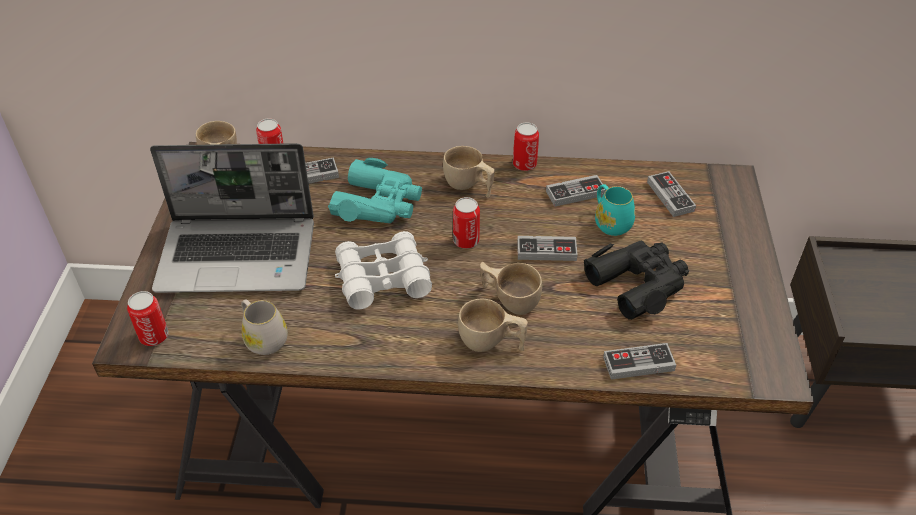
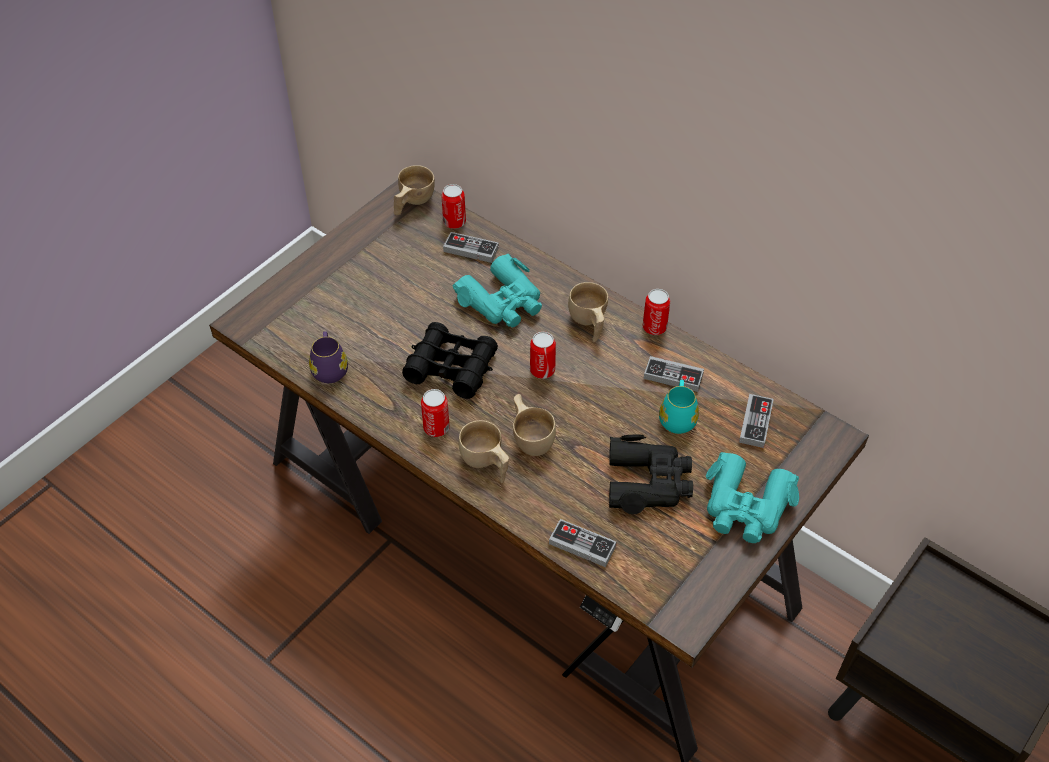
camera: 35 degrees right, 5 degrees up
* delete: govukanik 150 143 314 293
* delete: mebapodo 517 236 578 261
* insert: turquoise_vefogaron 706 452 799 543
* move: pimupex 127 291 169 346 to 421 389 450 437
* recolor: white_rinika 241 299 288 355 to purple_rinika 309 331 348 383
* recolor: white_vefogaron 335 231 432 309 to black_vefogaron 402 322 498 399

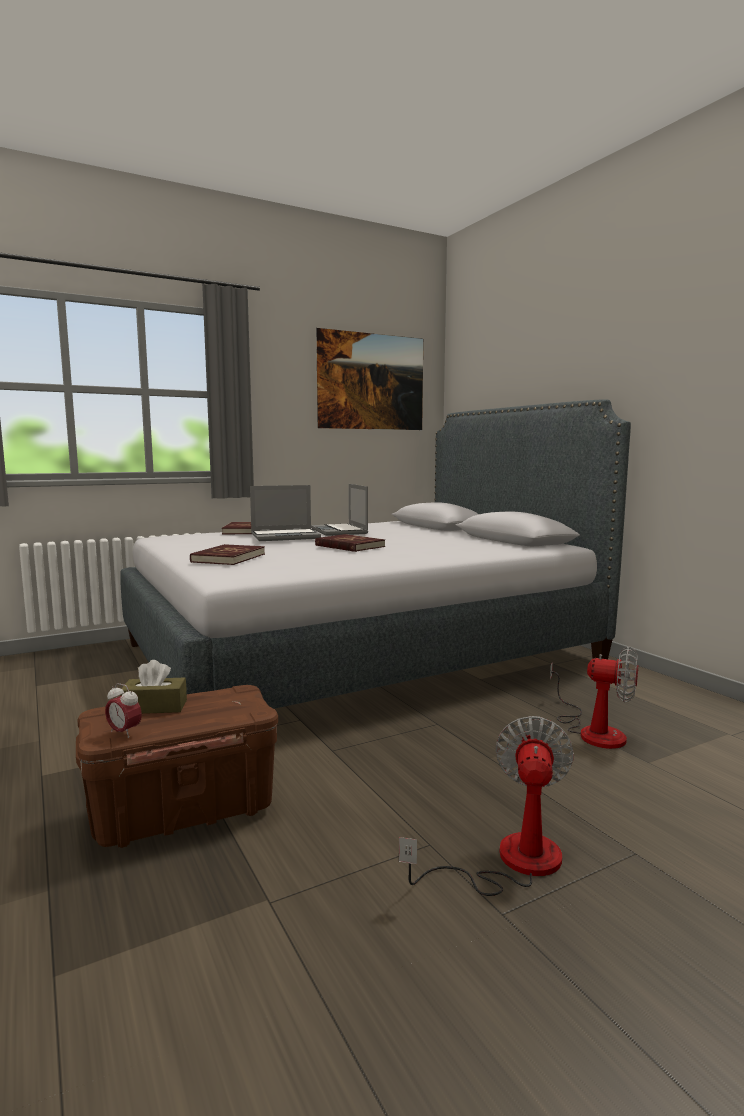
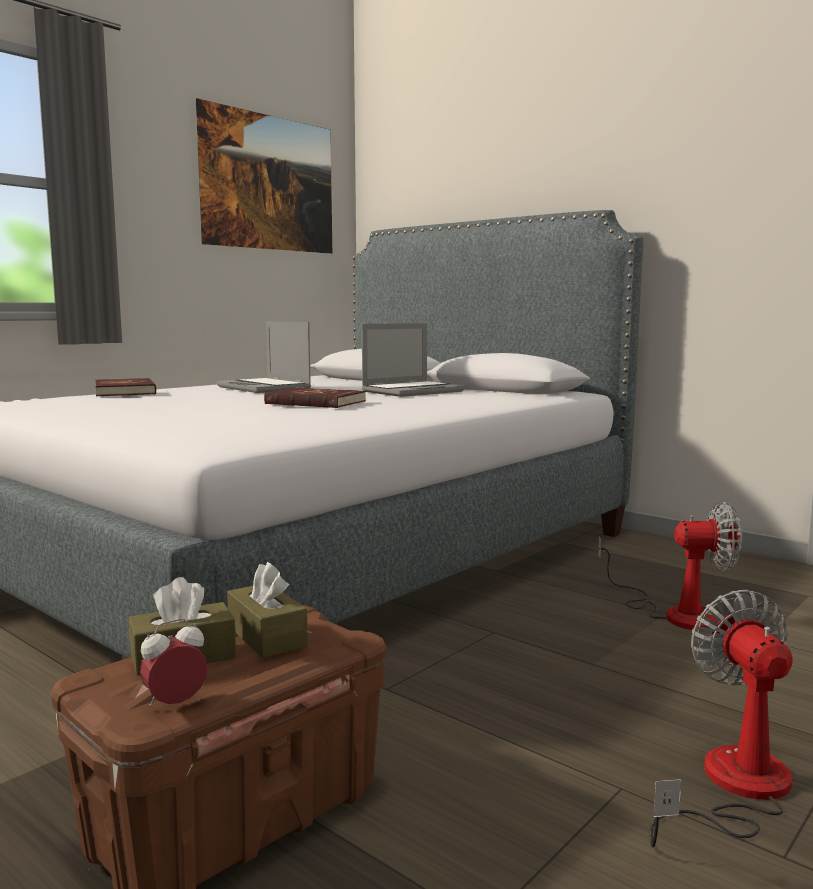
camera: 20 degrees left, 0 degrees up
* delete: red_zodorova 190 544 265 565
* insert: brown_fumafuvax 227 562 308 658
* move: govukanik 250 485 321 541 to 362 323 465 397
* rotate: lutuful 105 683 142 738 = 140 619 208 706 135 degrees clockwise

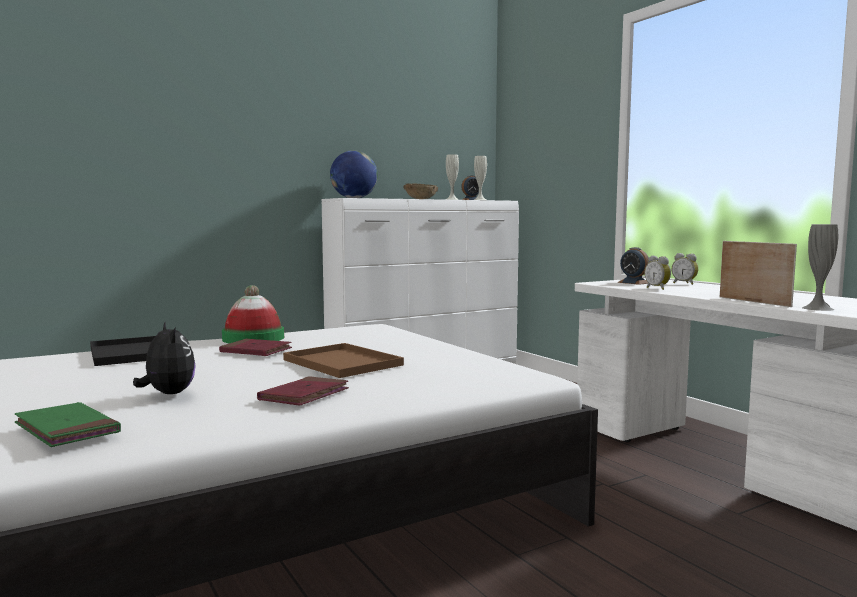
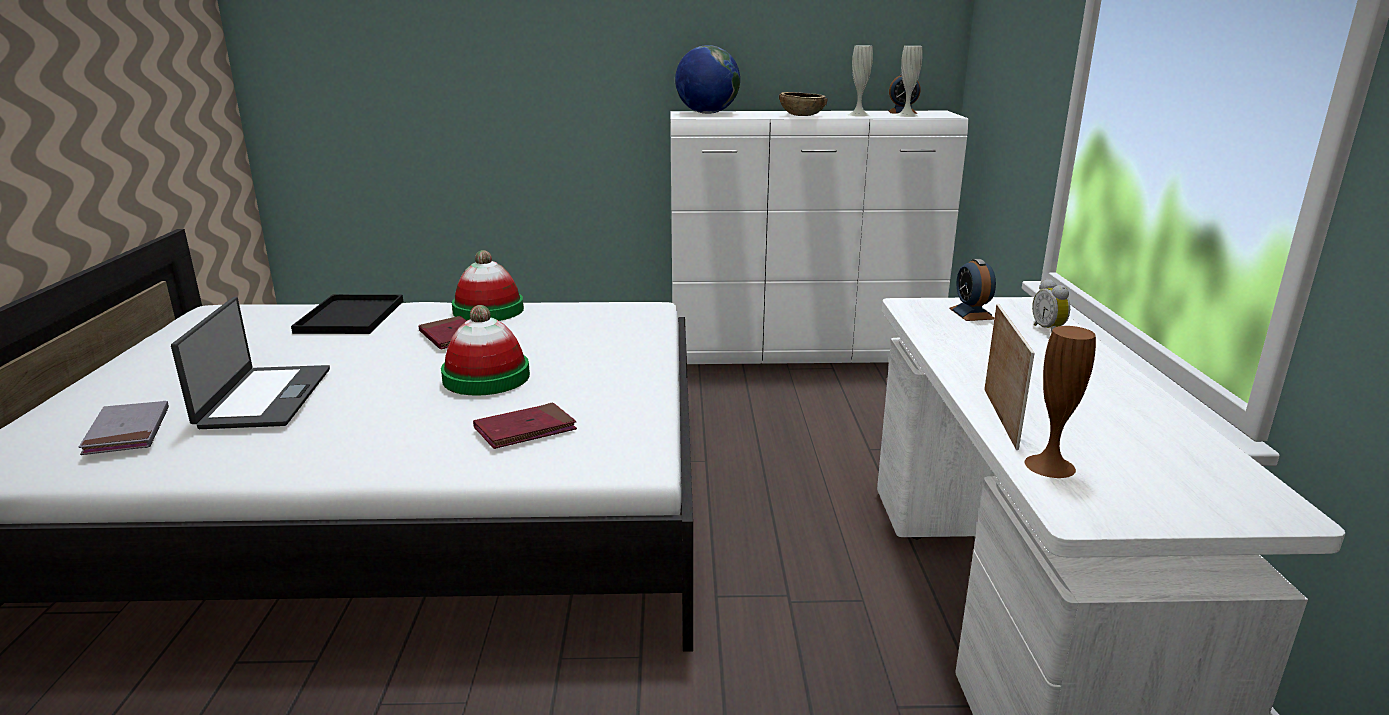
camera: 30 degrees right, 15 degrees up
* delete: lutuful 644 256 671 290
* move: red_zodorova 257 376 349 406 to 473 403 577 449
* replace: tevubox 133 323 196 394 to govukanik 171 297 330 429
* replace: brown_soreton 283 343 404 378 to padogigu 441 305 530 396
* recolor: green_zodorova 15 402 121 447 to grey_zodorova 79 401 169 455
* recolor: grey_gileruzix 802 224 838 311 to brown_gileruzix 1024 326 1096 478

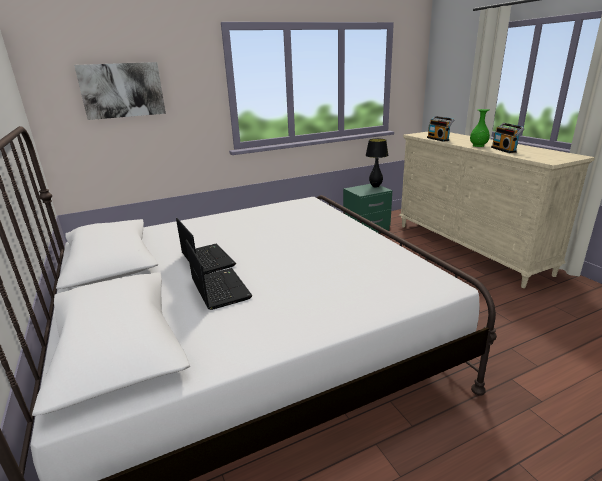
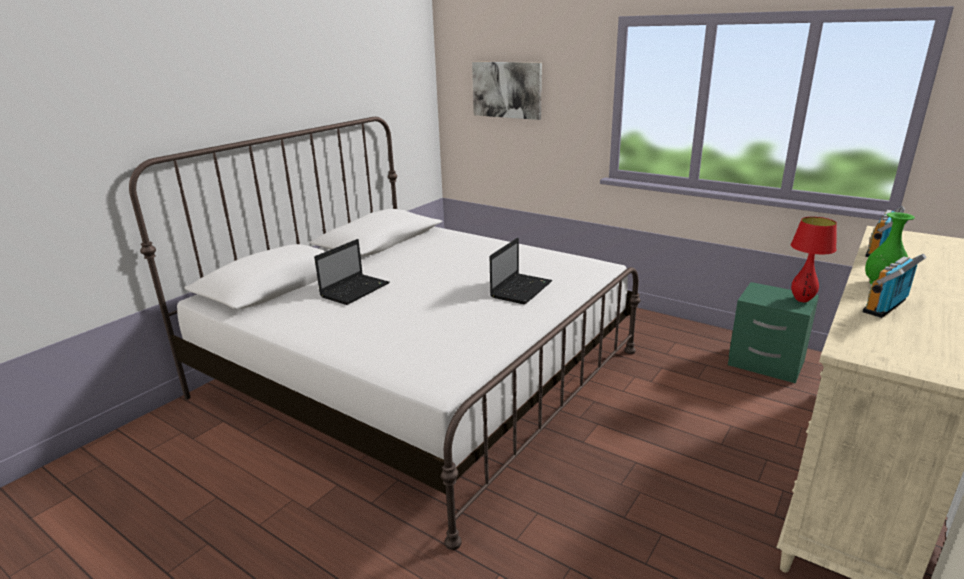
camera: 60 degrees right, 0 degrees up
* move: govukanik 176 218 236 275 to 490 238 552 304
* recolor: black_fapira 365 139 389 188 to red_fapira 791 217 837 302

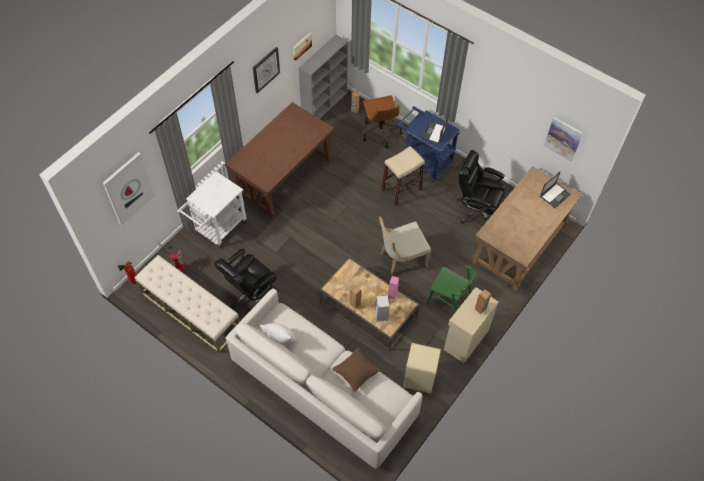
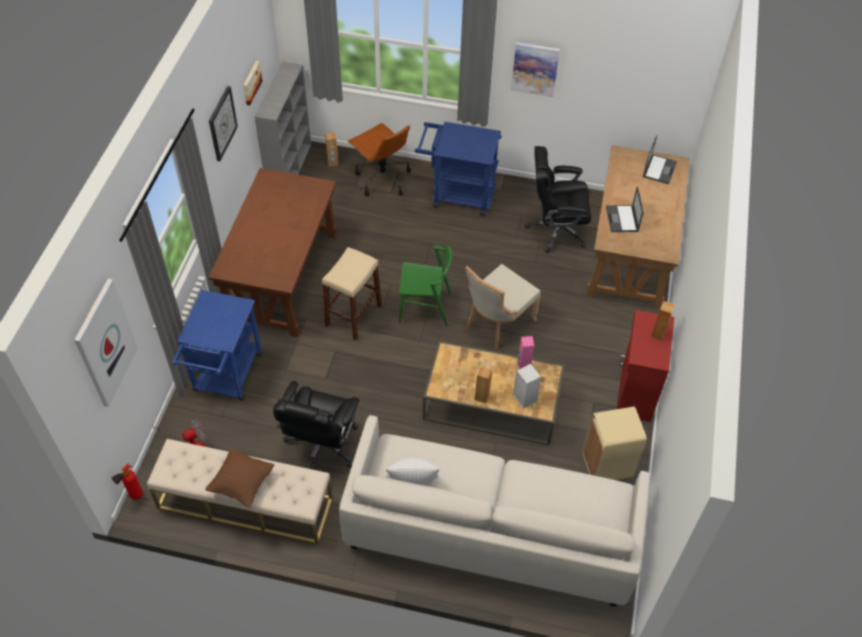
camera: 25 degrees left, 5 degrees down
* move: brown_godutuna 333 348 380 392 to 205 448 275 507
* move: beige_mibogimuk 381 146 425 206 to 322 247 382 340
* move: govukanik 422 114 449 144 to 606 186 644 232
* move: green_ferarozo 426 265 476 312 to 399 246 452 326
* move: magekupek 544 117 583 161 to 511 42 560 97
* recolor: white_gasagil 177 171 247 248 to blue_gasagil 172 290 263 401
* recolor: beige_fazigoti 444 287 498 363 to red_fazigoti 617 310 674 422

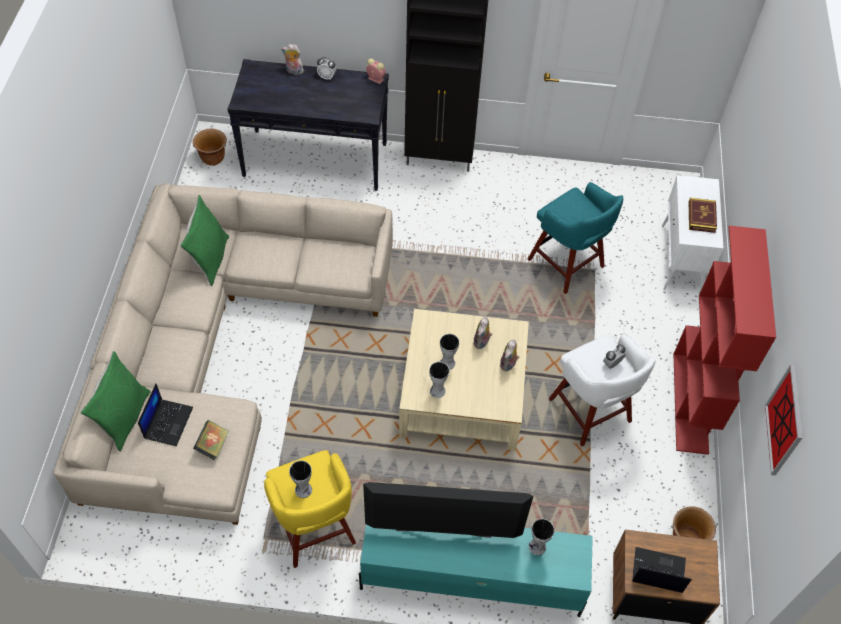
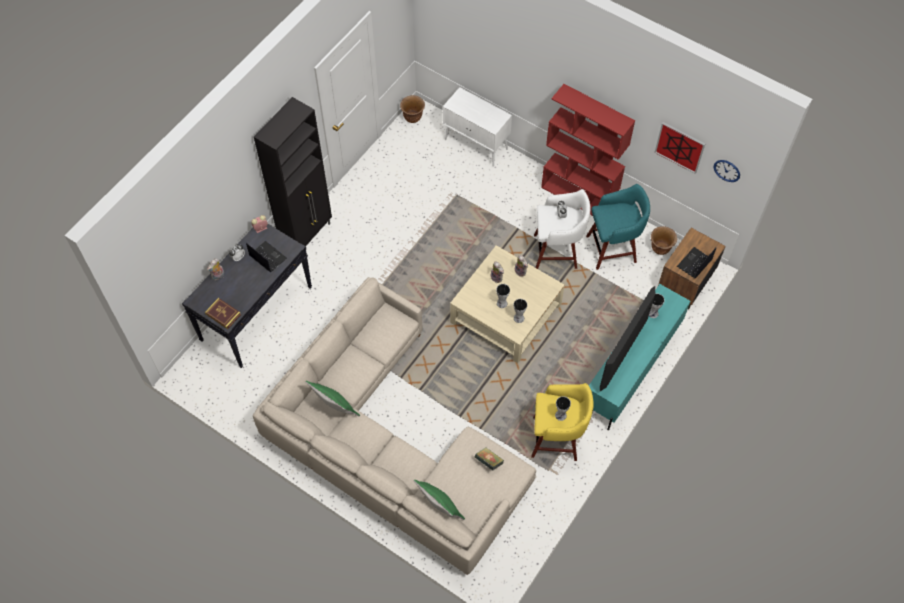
camera: 60 degrees left, 5 degrees up
* insert: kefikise 714 160 740 182
* move: govukanik 138 384 193 446 to 246 241 287 272
* move: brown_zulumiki 193 129 227 166 to 400 95 425 123
* move: turquoise_mibogimuk 528 182 623 294 to 586 184 650 270
* move: zodorova 689 198 717 233 to 205 298 241 329

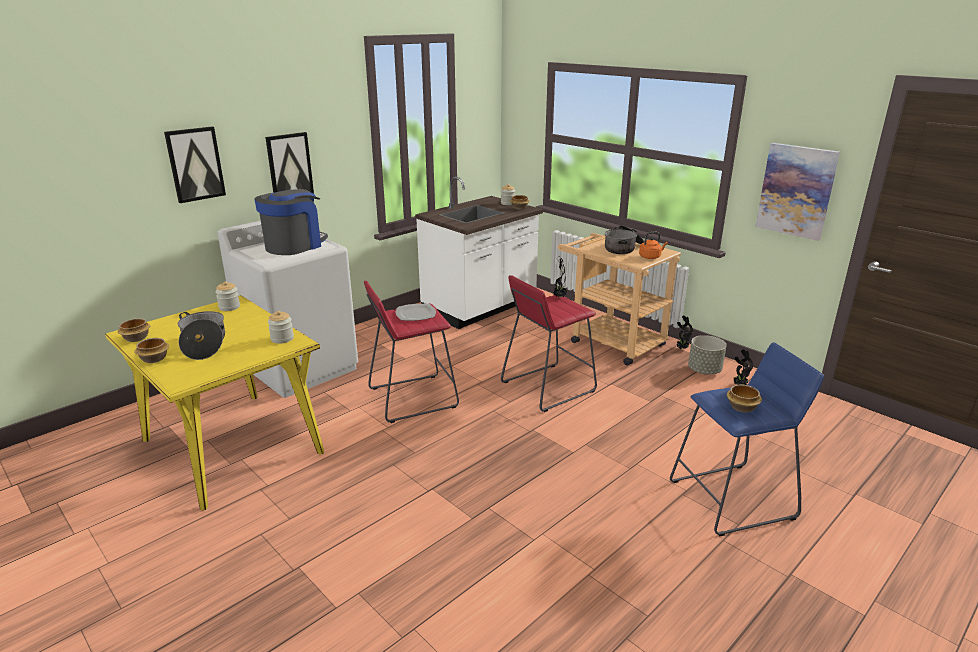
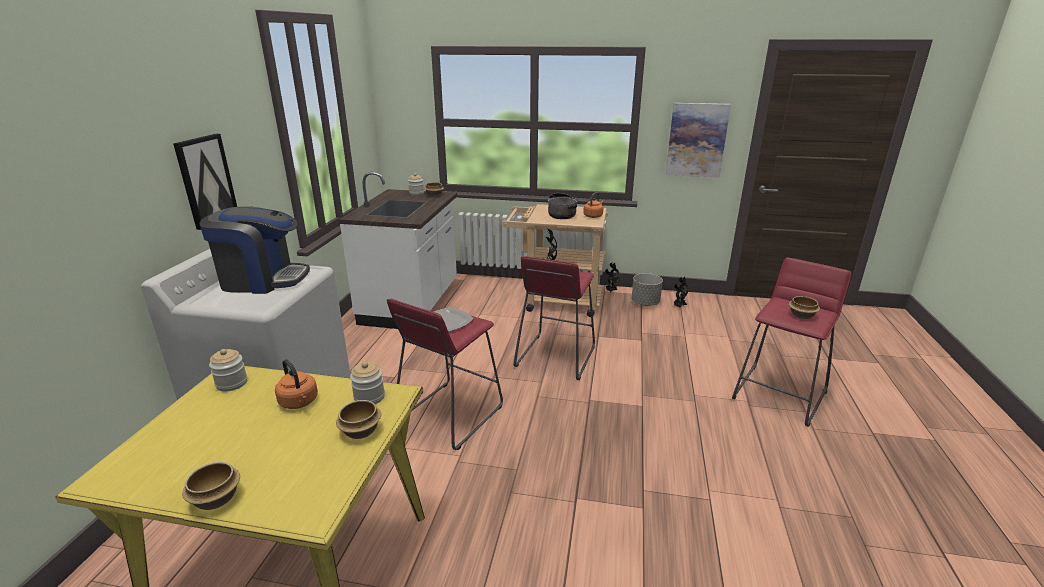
camera: 35 degrees left, 0 degrees up
* delete: magekupek 164 126 226 203
* delete: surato 178 311 225 360
* insert: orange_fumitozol 275 359 318 409
* move: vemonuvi 118 318 150 342 to 336 400 381 439
* recolor: blue_mibogimuk 670 342 824 537 to red_mibogimuk 732 258 851 427
* rotate: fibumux 254 189 328 255 = 199 206 310 294 90 degrees clockwise

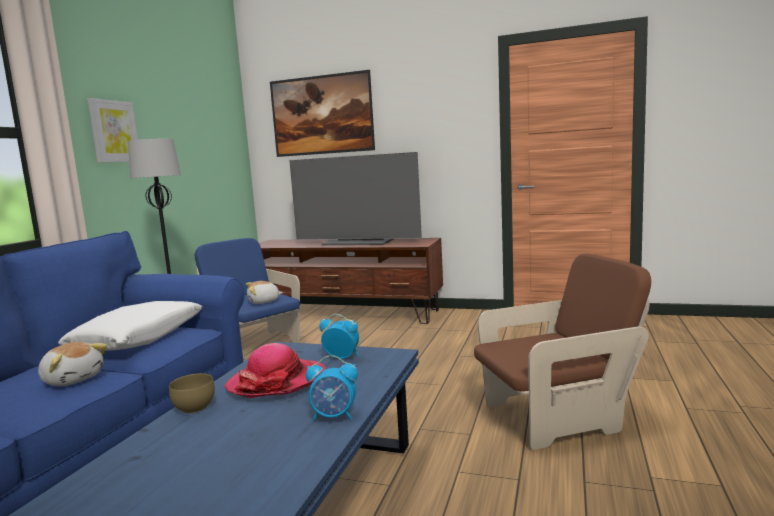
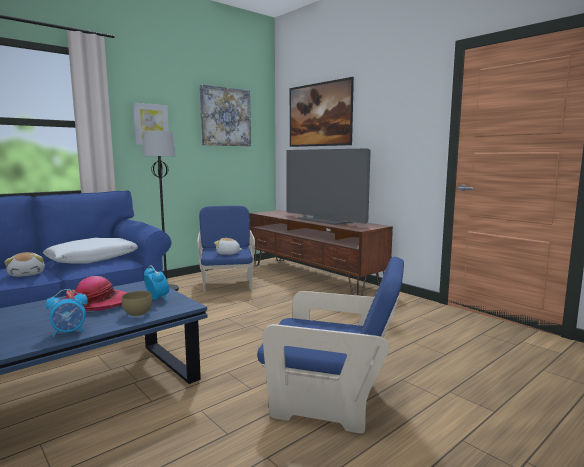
camera: 30 degrees right, 0 degrees up
* insert: magekupek 200 84 251 146
* move: brown_vemonuvi 169 373 215 414 to 122 291 152 316
* recolor: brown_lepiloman 474 254 651 450 to blue_lepiloman 257 257 404 434
* rotate: lutuful 306 355 358 422 = 46 289 88 337 60 degrees counterclockwise

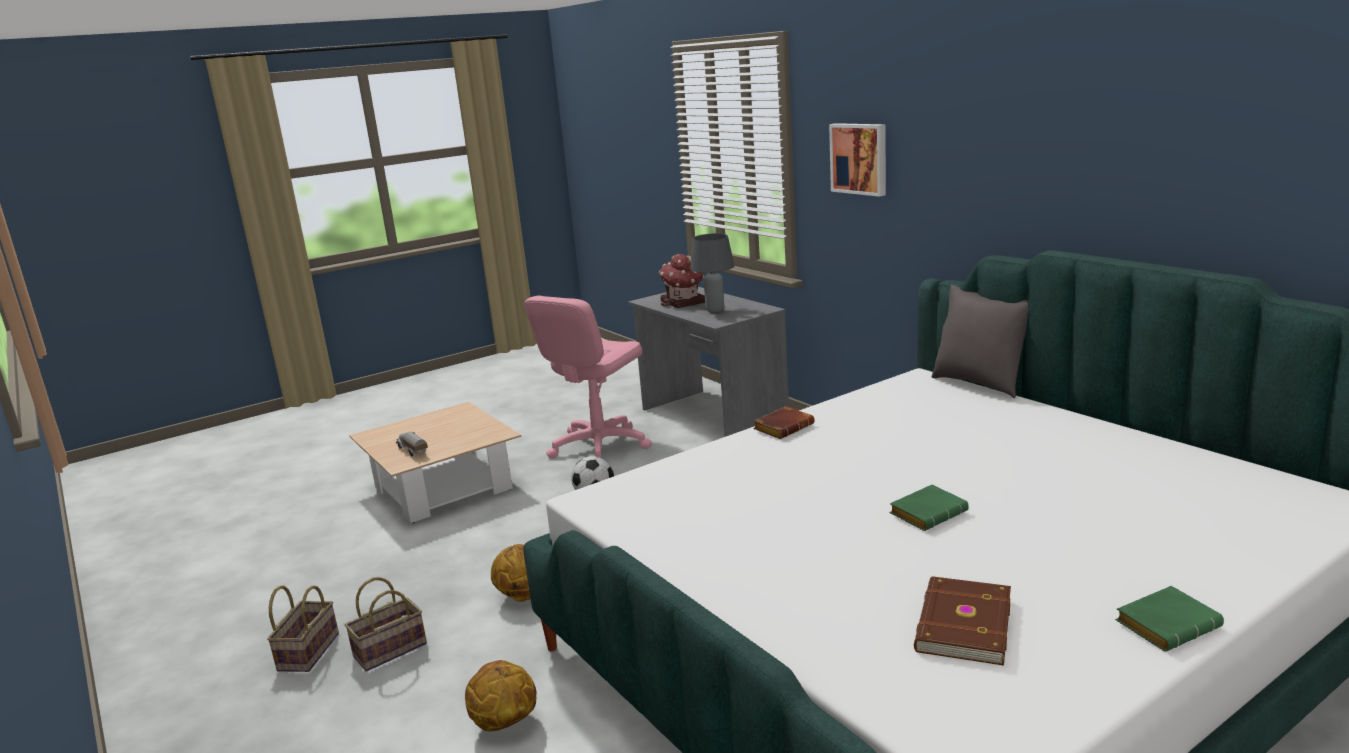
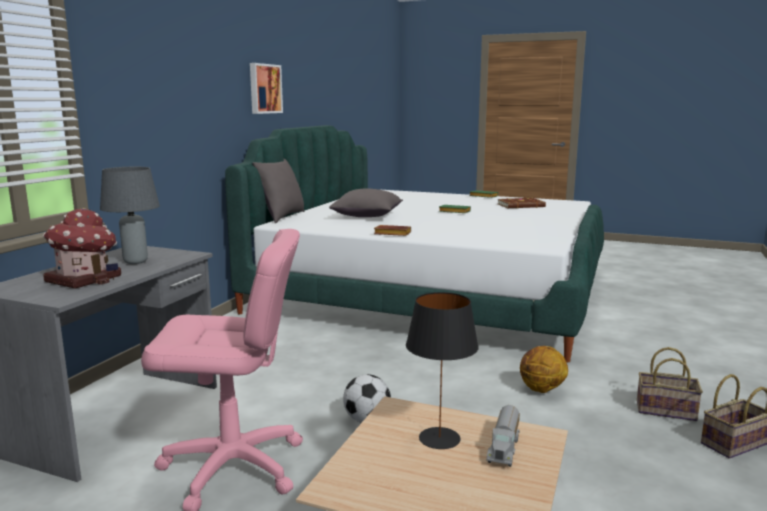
camera: 125 degrees left, 5 degrees down
* delete: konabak 465 660 536 731
* insert: grey_godutuna 329 188 403 217
* insert: black_fapira 406 292 479 449
* move: magekupek 829 123 886 197 to 250 63 283 114

